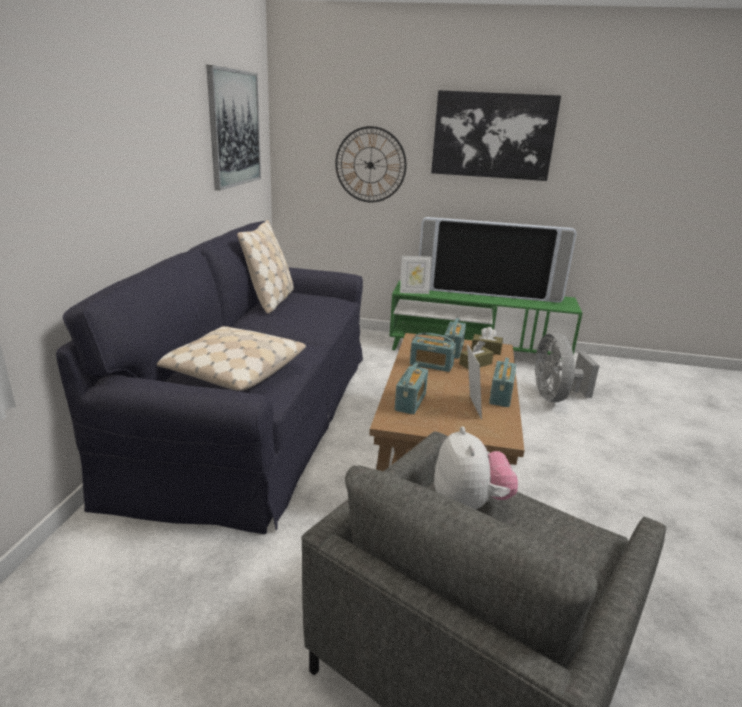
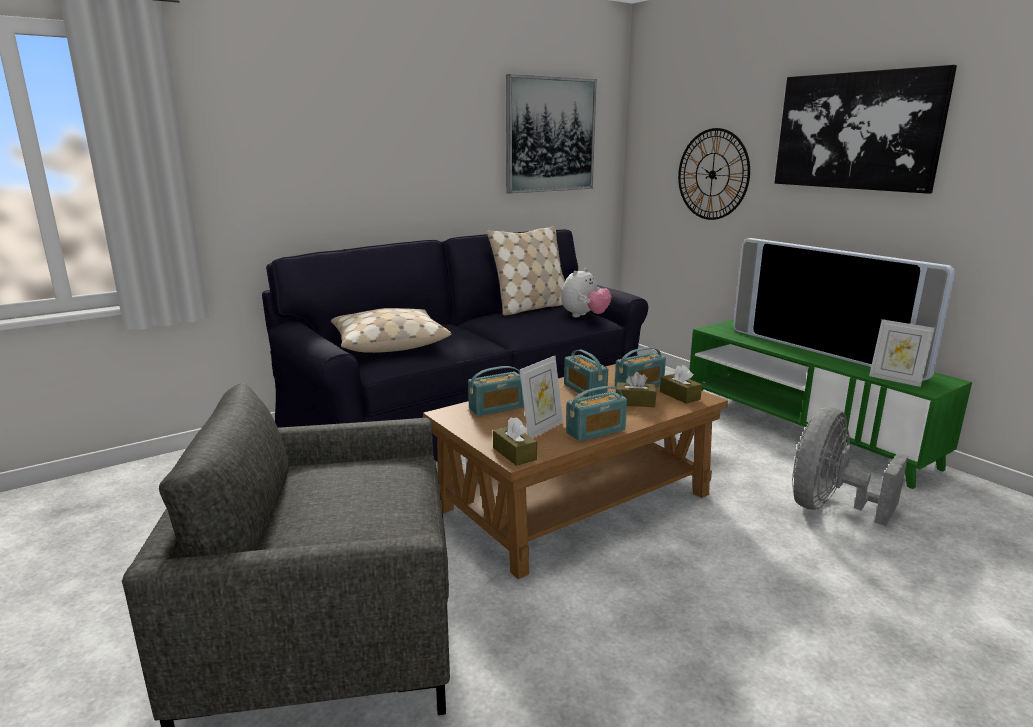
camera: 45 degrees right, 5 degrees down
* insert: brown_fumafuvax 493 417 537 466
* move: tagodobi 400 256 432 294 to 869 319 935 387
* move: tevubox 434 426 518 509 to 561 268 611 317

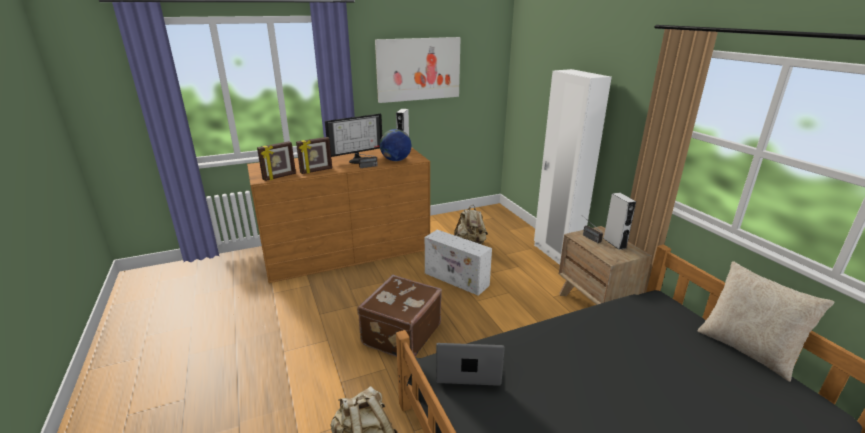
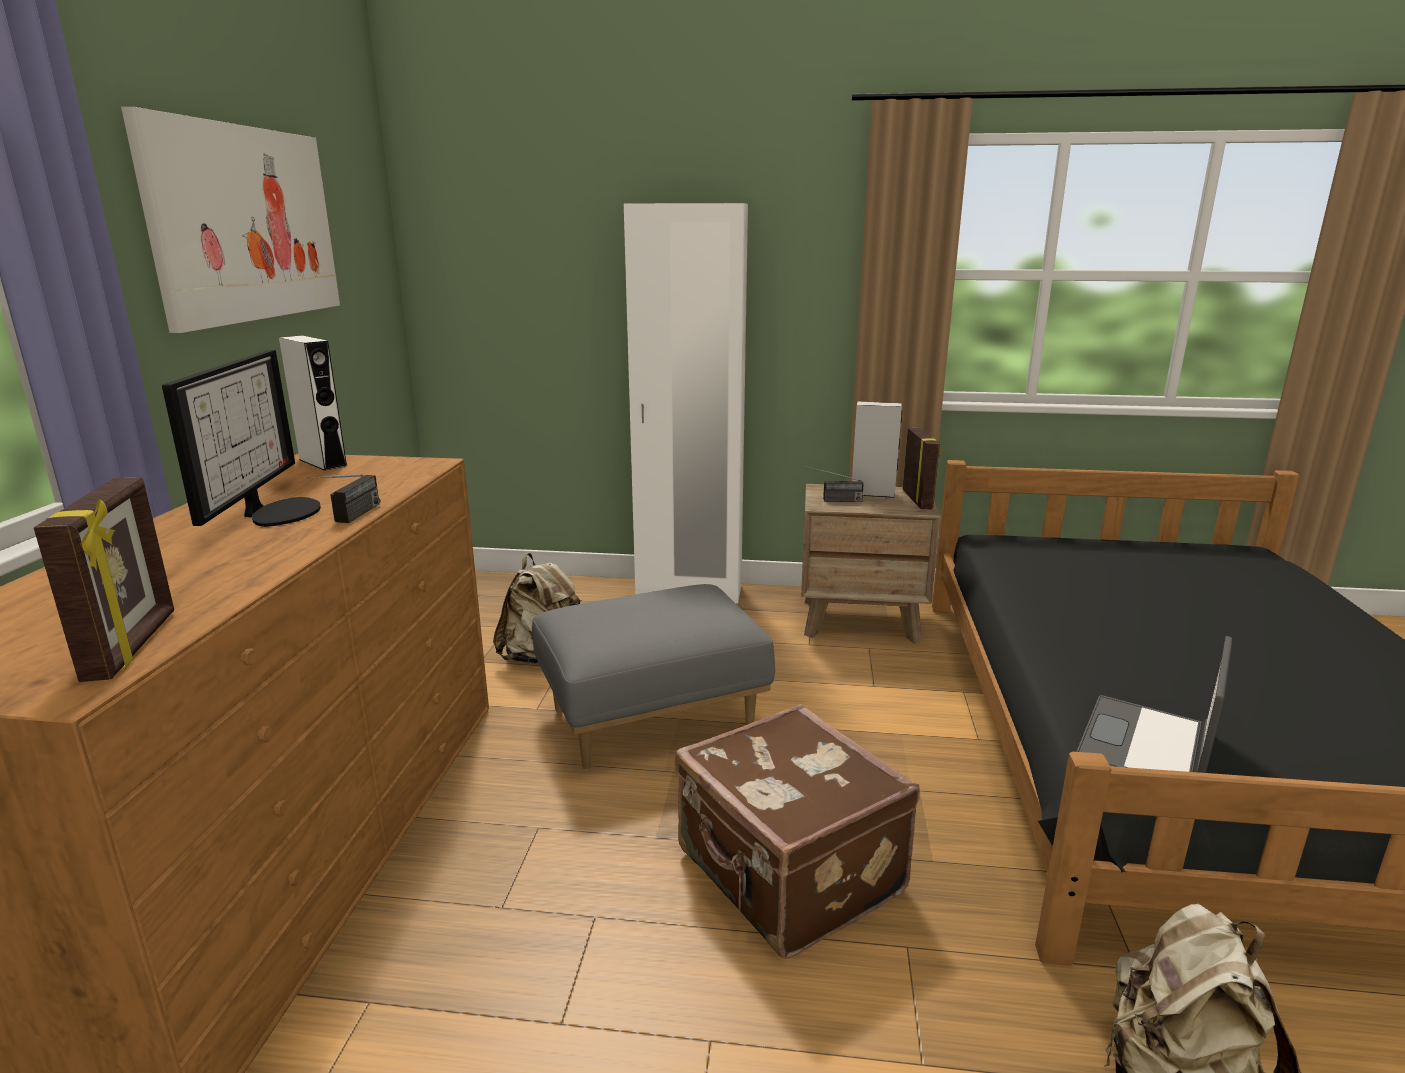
camera: 60 degrees left, 5 degrees down
* delete: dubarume 380 129 412 161
* delete: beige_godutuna 697 261 835 382
* move: tagodobi 296 137 332 174 to 903 428 941 509
* replace: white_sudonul 425 230 492 296 to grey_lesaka 532 584 775 770

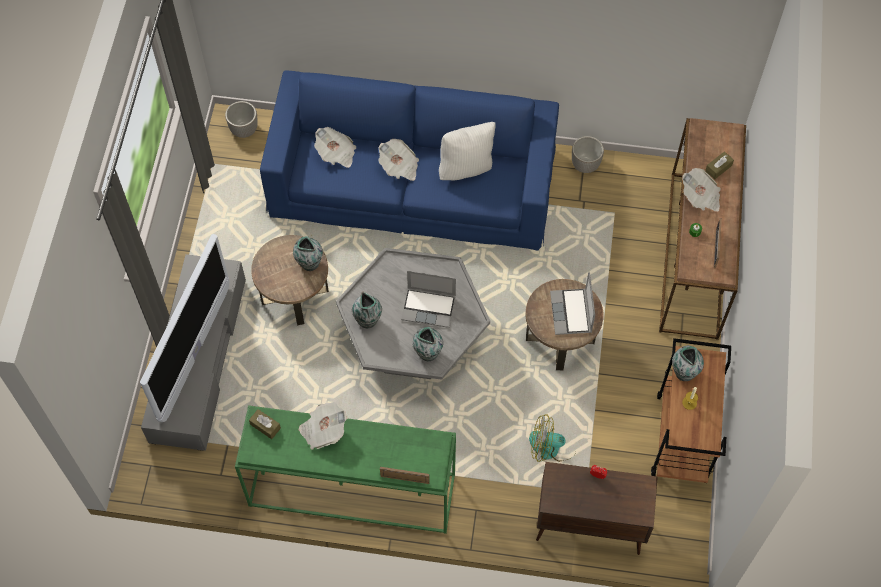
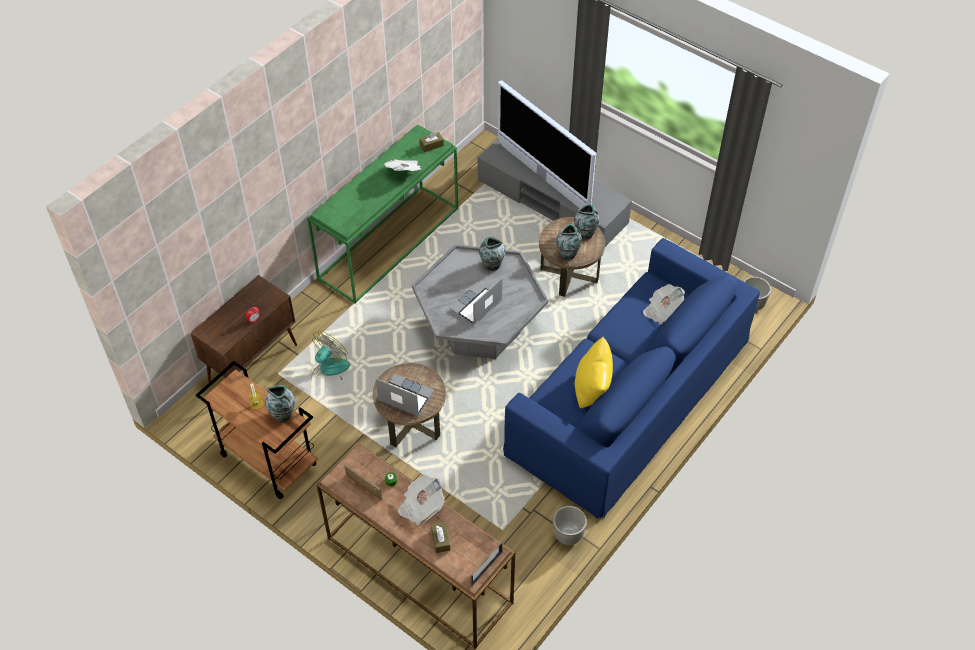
camera: 120 degrees right, 10 degrees down
* delete: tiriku 378 139 419 181
* move: tagodobi 380 467 430 484 to 470 541 503 587
* move: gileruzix 413 327 443 361 to 574 203 599 240
* recolor: white_godutuna 439 122 495 180 to yellow_godutuna 575 337 613 408

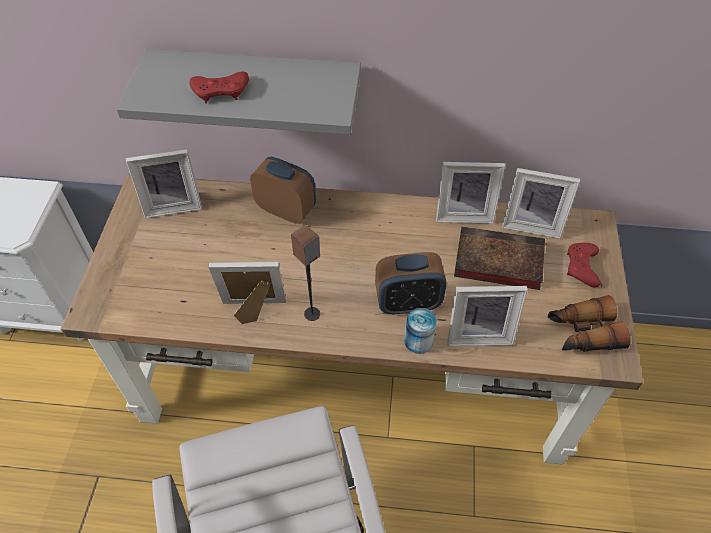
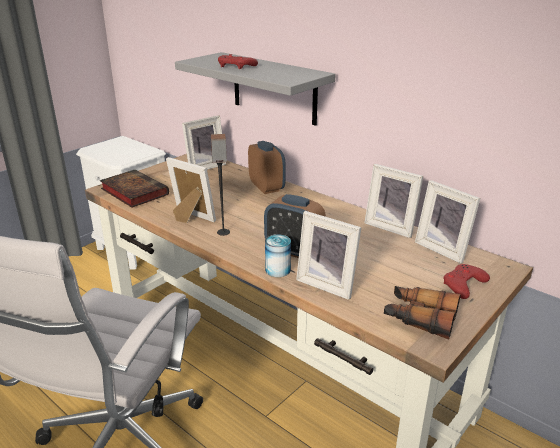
camera: 35 degrees right, 25 degrees down
* move: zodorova 454 226 545 290 to 100 169 169 208
* rotate: tagodobi 126 149 202 218 = 182 115 226 170 60 degrees counterclockwise

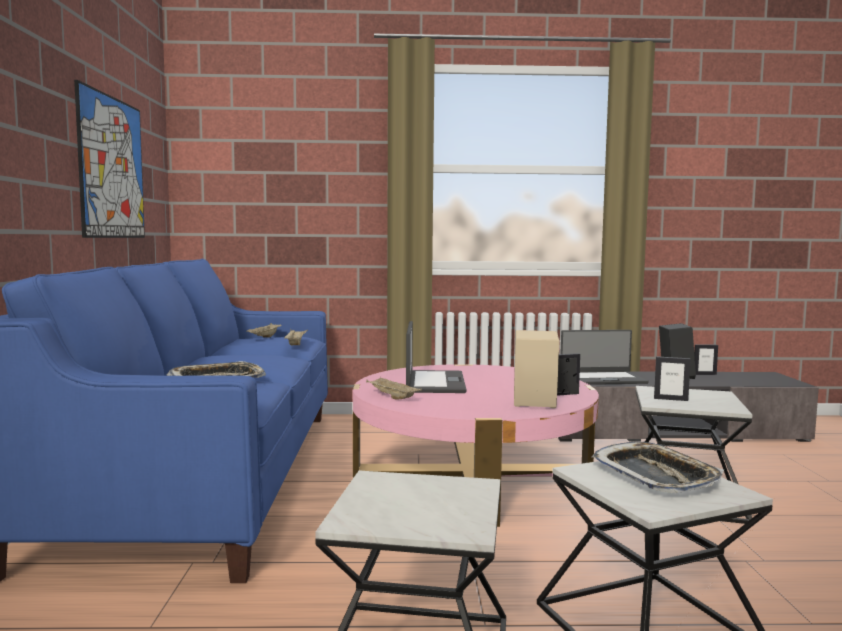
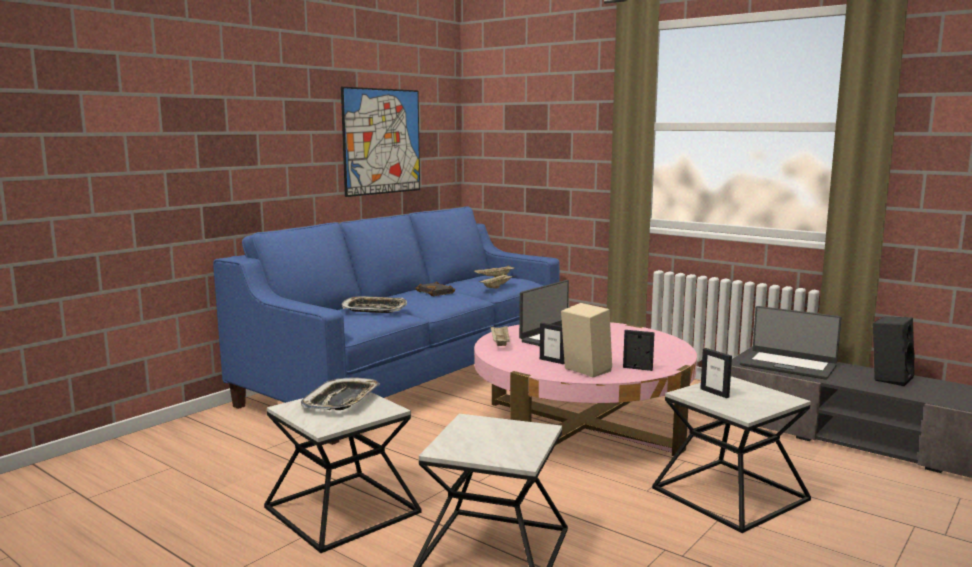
camera: 40 degrees right, 5 degrees up
* insert: black_zodorova 415 281 455 296
* move: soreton 591 442 724 493 to 301 377 380 410
* move: tagodobi 694 345 718 375 to 540 323 565 364

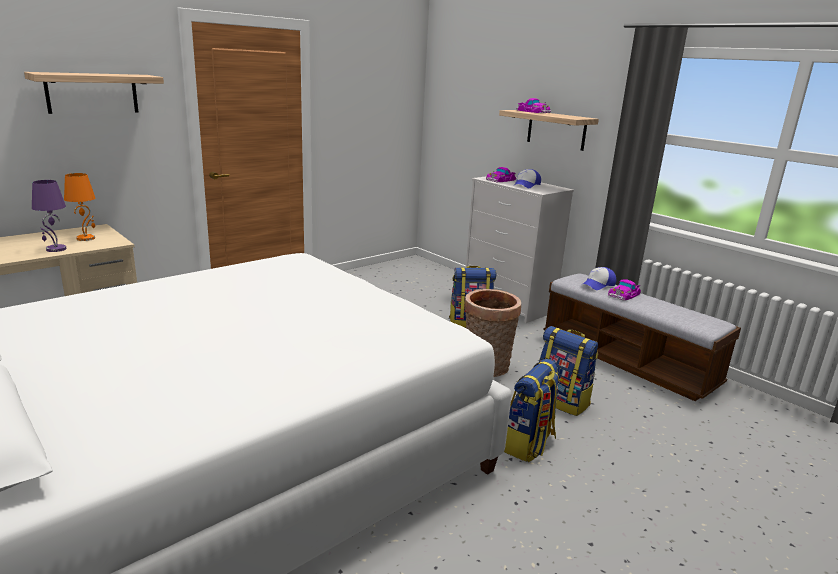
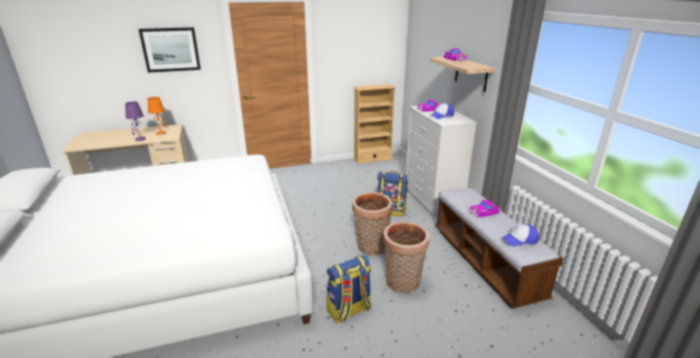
camera: 25 degrees right, 5 degrees up
* insert: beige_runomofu 354 84 396 164
* move: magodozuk 583 267 616 290 to 502 224 539 247
* replace: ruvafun 24 72 164 114 to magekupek 139 27 201 73
* replace: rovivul 539 326 598 416 to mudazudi 383 221 430 293

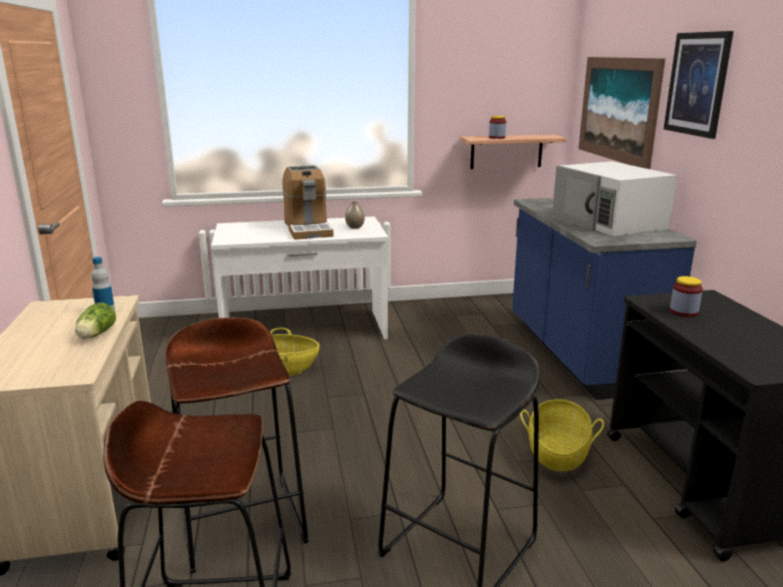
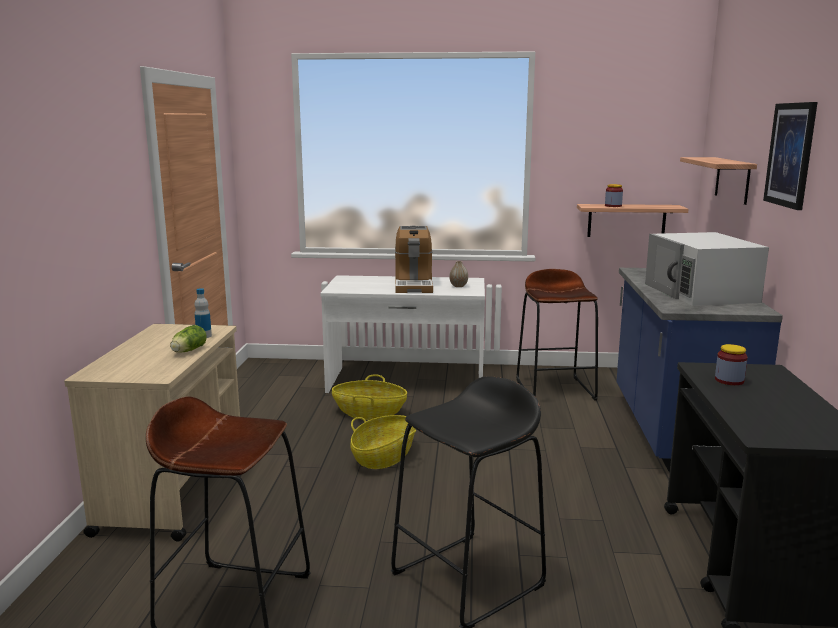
camera: 15 degrees right, 5 degrees down
* move: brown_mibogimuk 166 318 308 573 to 516 269 598 401
* move: mudazudi 520 399 604 471 to 350 415 416 469
* replace: magekupek 579 57 665 169 to ruvafun 680 157 757 205

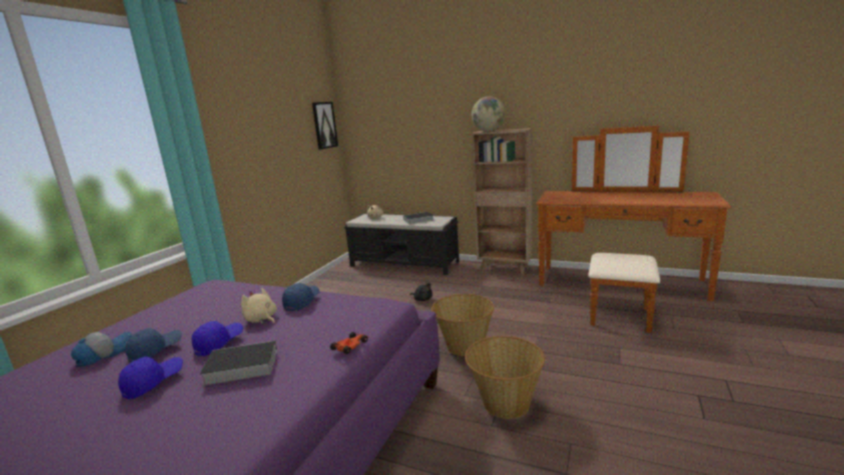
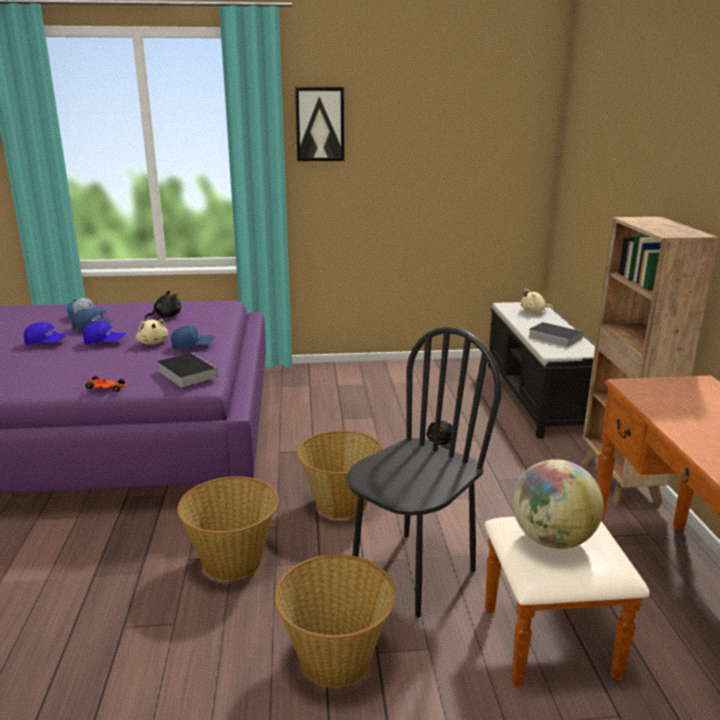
camera: 60 degrees right, 5 degrees up
* insert: black_tevubox 145 291 181 319
* insert: mudazudi 275 554 396 688
* insert: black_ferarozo 347 327 502 617
* move: zodorova 200 341 277 386 to 157 353 218 387
* move: magekupek 312 102 338 150 to 295 87 344 161
* move: dubarume 472 96 505 131 to 512 459 604 549
* rotate: beige_tevubox 241 288 277 324 = 136 319 168 345 135 degrees clockwise

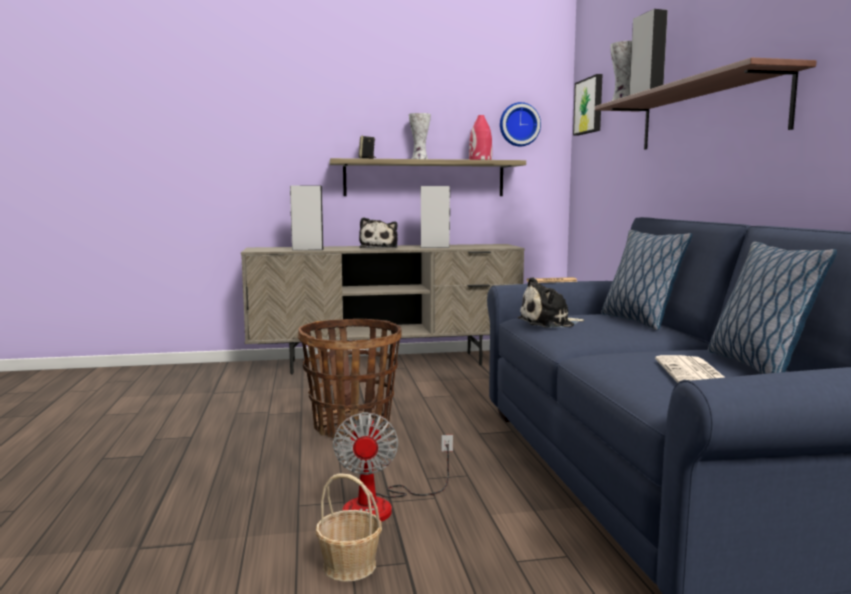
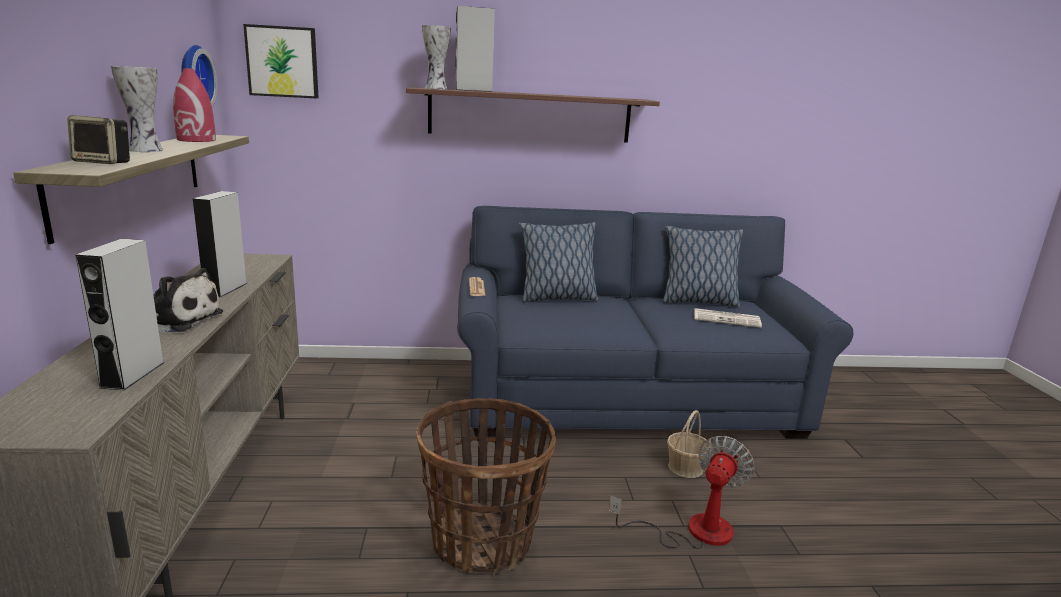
camera: 85 degrees left, 10 degrees up
* delete: tevubox 517 277 584 328
* move: mudazudi 316 473 382 582 to 667 410 711 478
* rotate: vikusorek 333 412 453 522 = 609 436 755 549 60 degrees counterclockwise

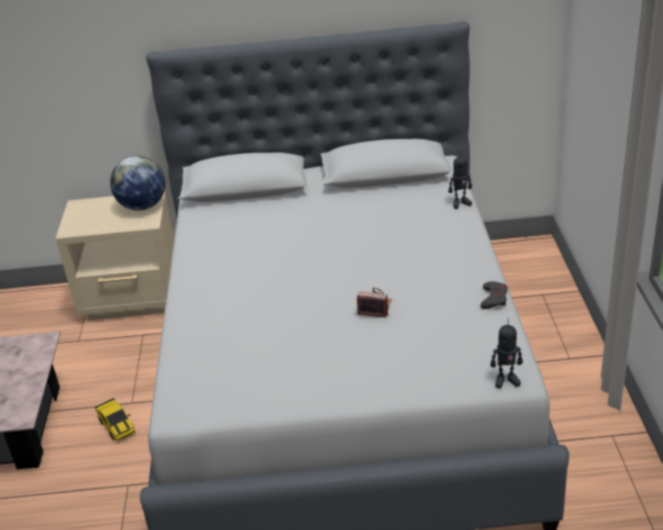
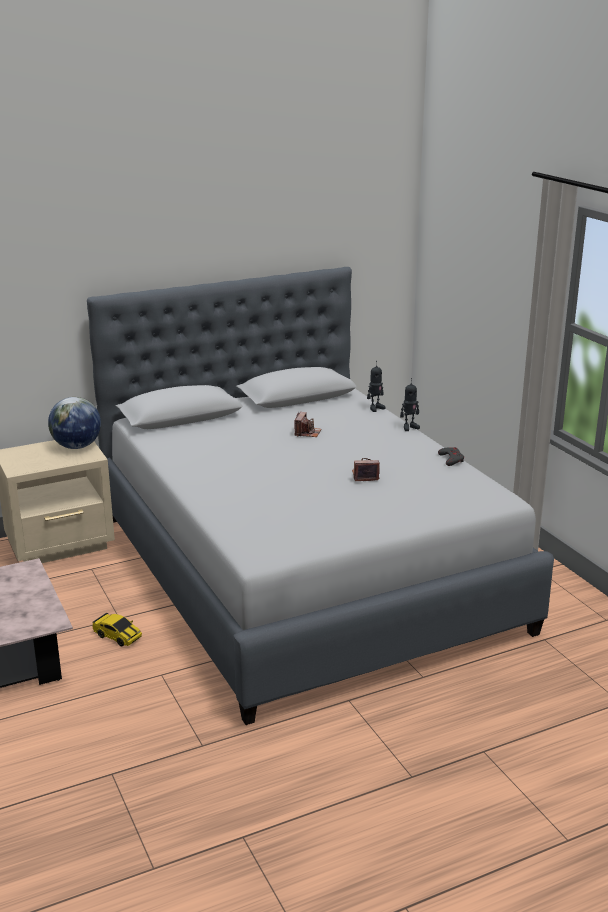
camera: 25 degrees left, 10 degrees down
* insert: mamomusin 295 412 321 437
* move: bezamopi 490 318 523 388 to 400 378 420 431

